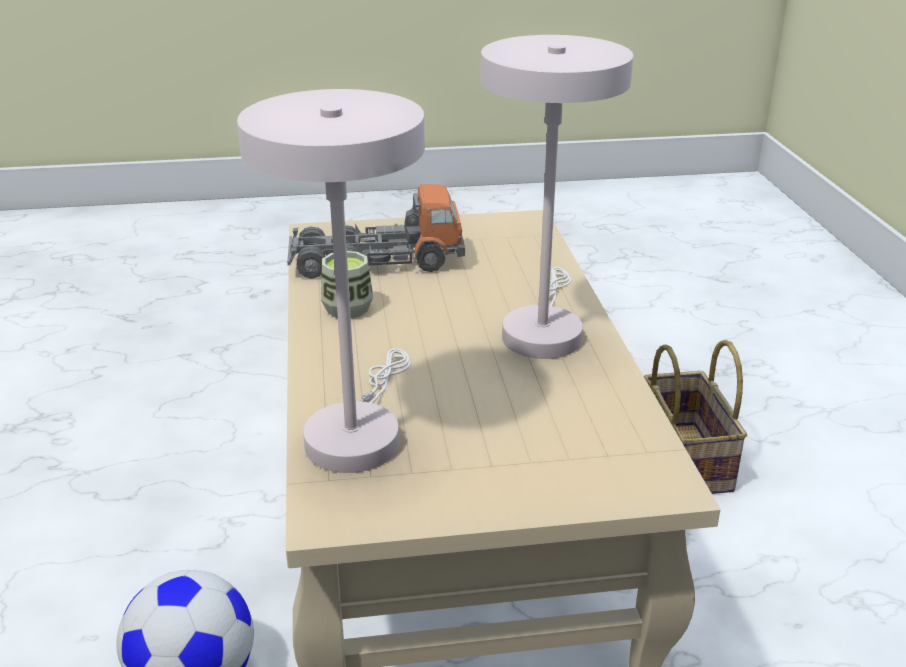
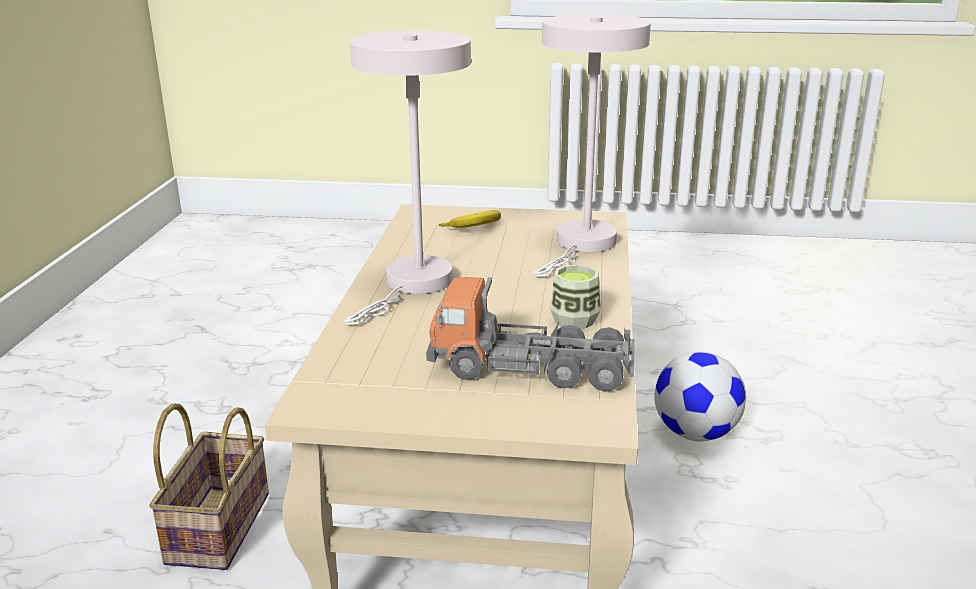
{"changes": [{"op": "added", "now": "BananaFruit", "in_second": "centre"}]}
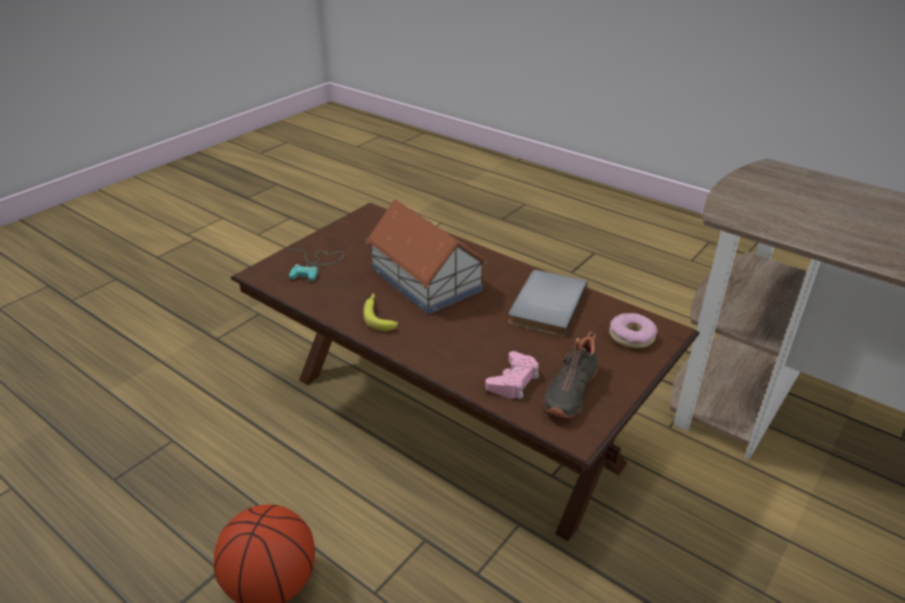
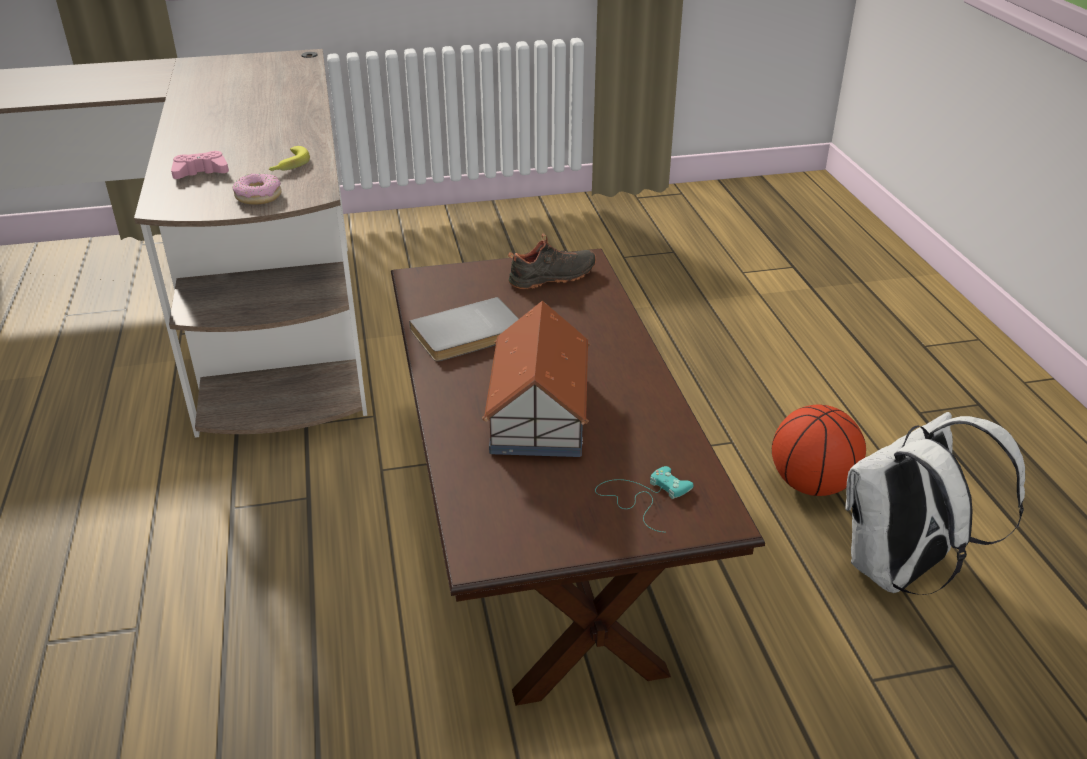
{"changes": [{"op": "moved", "was": "BananaFruit", "in_first": "centre", "in_second": "top left"}, {"op": "moved", "was": "Donut", "in_first": "middle right", "in_second": "top left"}, {"op": "moved", "was": "PinkishJoypad", "in_first": "centre", "in_second": "top left"}, {"op": "added", "now": "WhiteRucksack", "in_second": "middle right"}]}
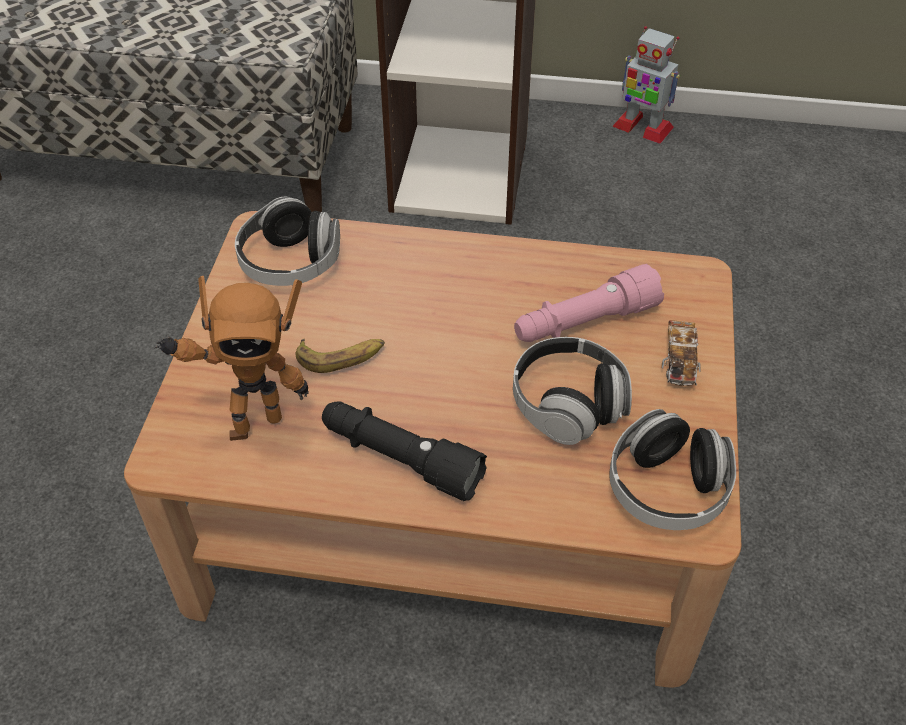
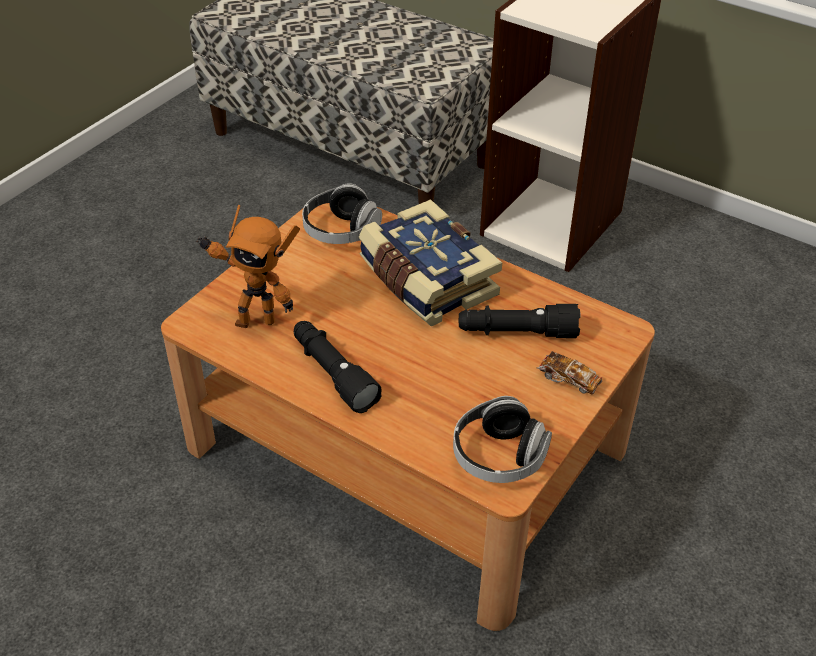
{"changes": [{"op": "removed", "was": "ToyRobot (2nd from left)", "in_first": "top right"}, {"op": "recoloured", "was": "PinkishHandTorch", "now": "BlackishHandTorch (2nd from left)", "in_first": "centre", "in_second": "centre"}, {"op": "turned", "was": "MiniatureCar", "in_first": "middle right", "in_second": "middle right", "clockwise": 90}, {"op": "removed", "was": "Headset (2nd from left)", "in_first": "centre"}, {"op": "removed", "was": "BananaFruit", "in_first": "centre"}, {"op": "added", "now": "Book", "in_second": "centre"}]}
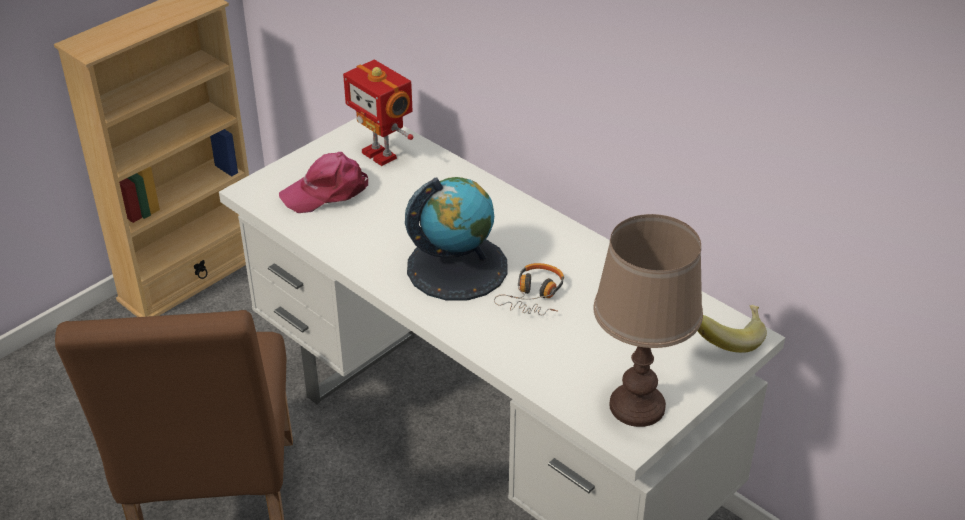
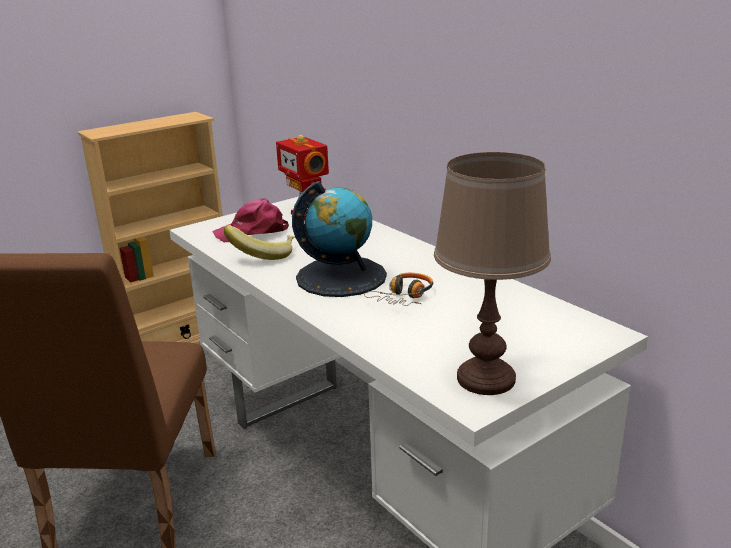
{"changes": [{"op": "moved", "was": "BananaFruit", "in_first": "middle right", "in_second": "centre"}]}
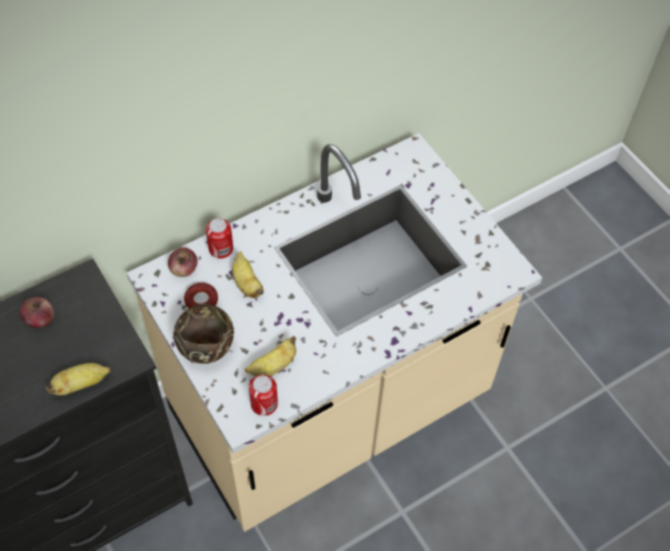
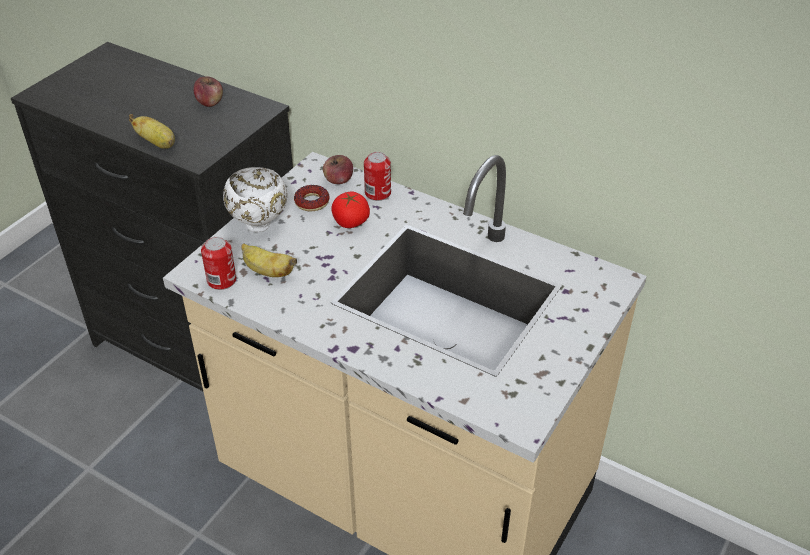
{"changes": [{"op": "replaced", "was": "BananaFruit (2nd from left)", "now": "WholeTomato", "in_first": "centre", "in_second": "centre"}, {"op": "recoloured", "was": "BrownServingBowl", "now": "WhiteServingBowl", "in_first": "middle left", "in_second": "middle left"}]}
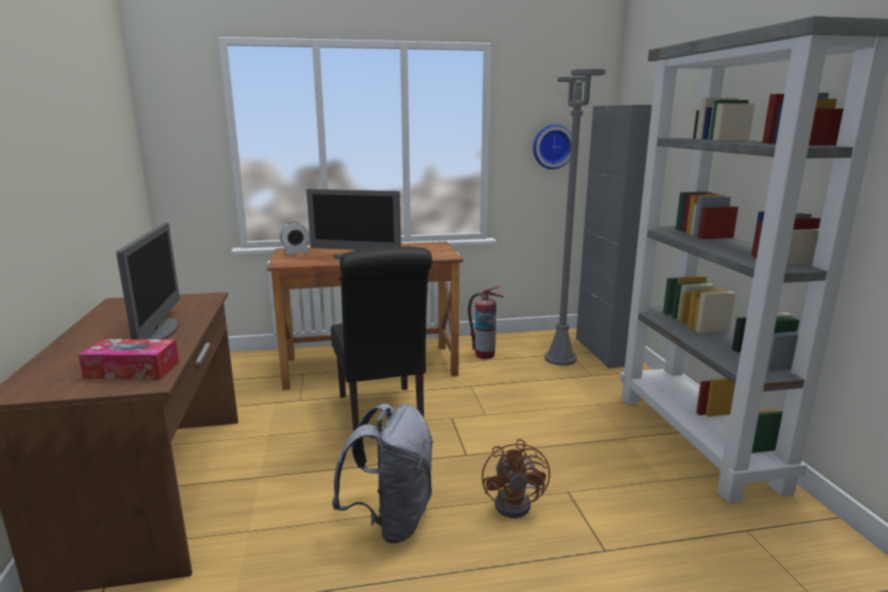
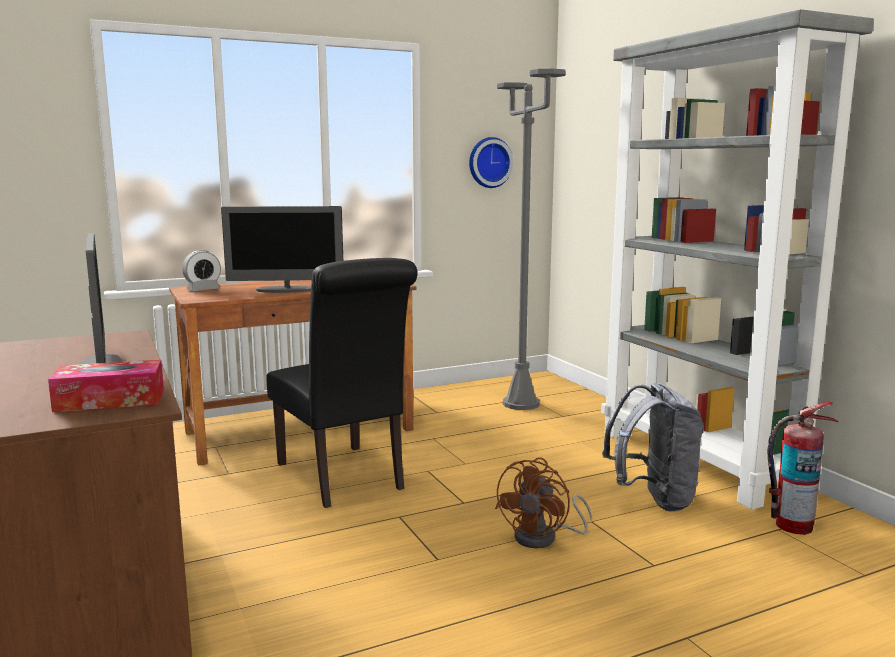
{"changes": [{"op": "removed", "was": "GrayCupboard", "in_first": "middle right"}, {"op": "moved", "was": "FireFightingCylinder", "in_first": "centre", "in_second": "bottom right"}, {"op": "moved", "was": "GrayRucksack", "in_first": "bottom centre", "in_second": "bottom right"}, {"op": "turned", "was": "BrownElectricFan", "in_first": "bottom centre", "in_second": "bottom centre", "clockwise": 45}]}
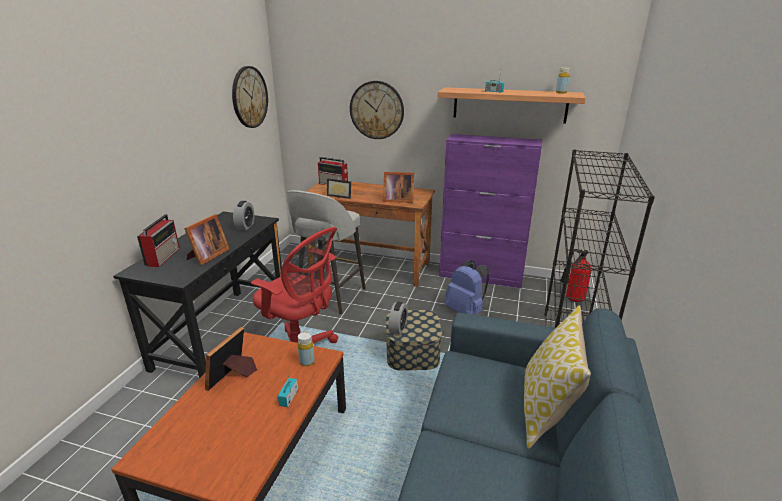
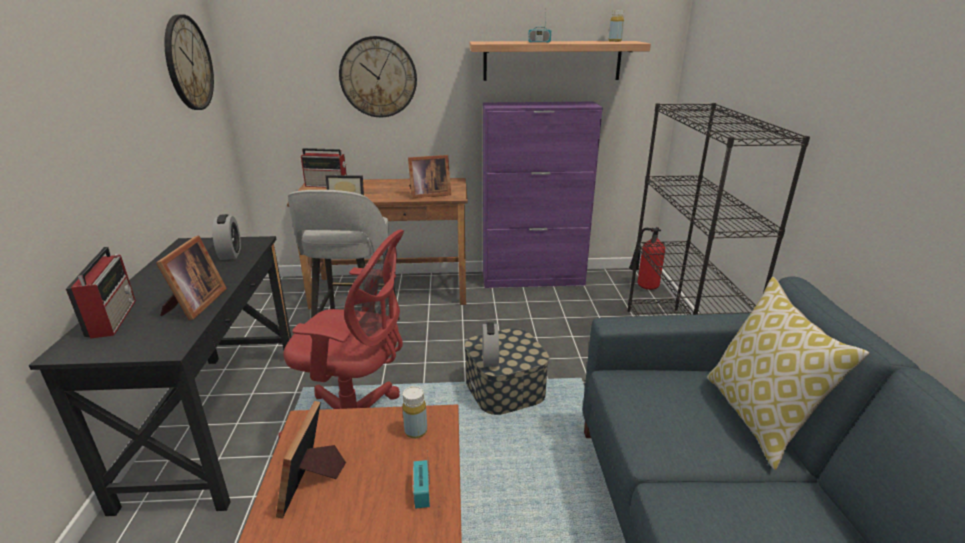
{"changes": [{"op": "removed", "was": "BlueColouredRucksack", "in_first": "centre"}]}
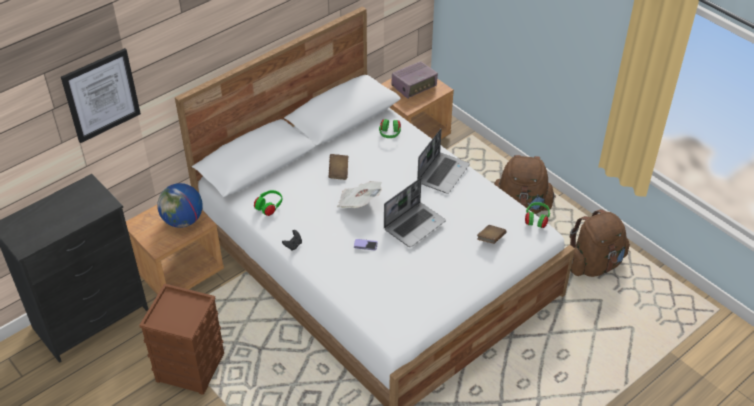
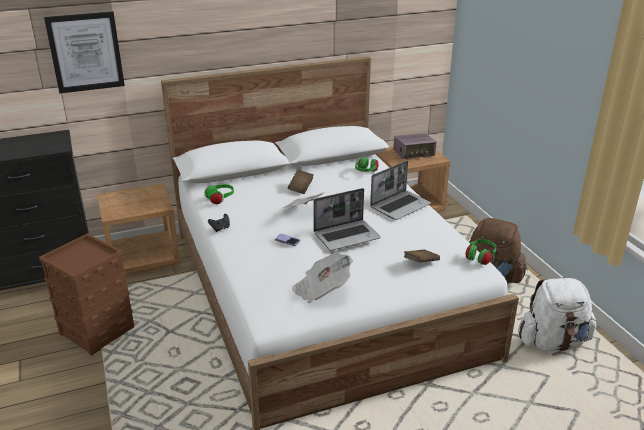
{"changes": [{"op": "removed", "was": "WorldGlobe", "in_first": "middle left"}, {"op": "recoloured", "was": "BrownRucksack (2nd from left)", "now": "WhiteRucksack", "in_first": "middle right", "in_second": "bottom right"}, {"op": "added", "now": "PrintedPaper (2nd from left)", "in_second": "centre"}]}
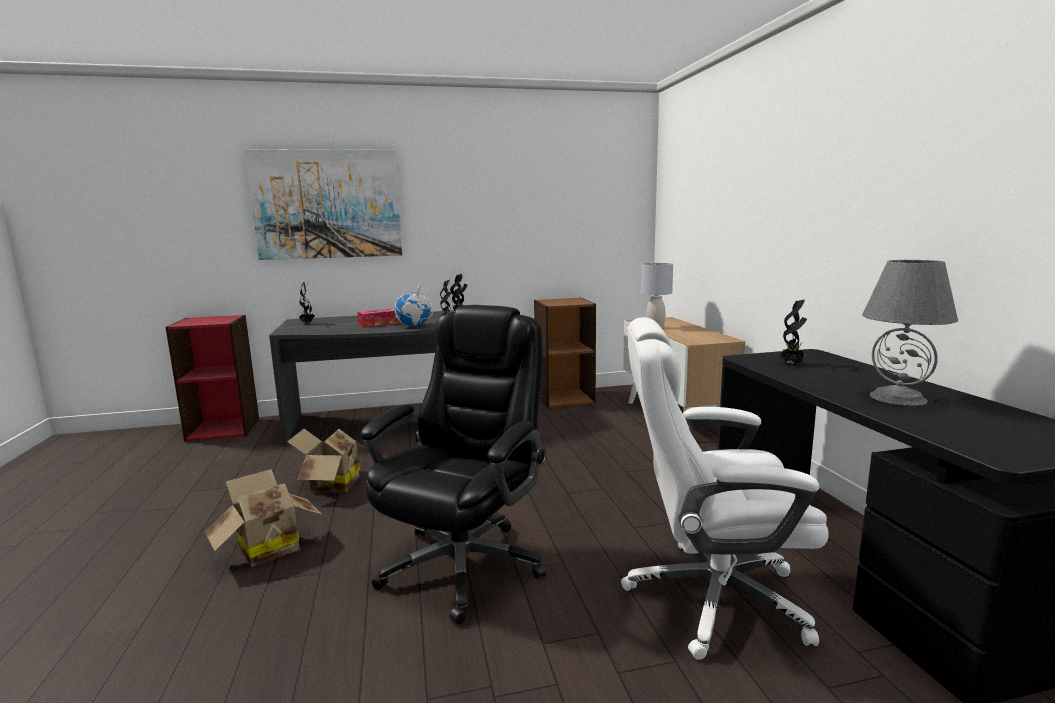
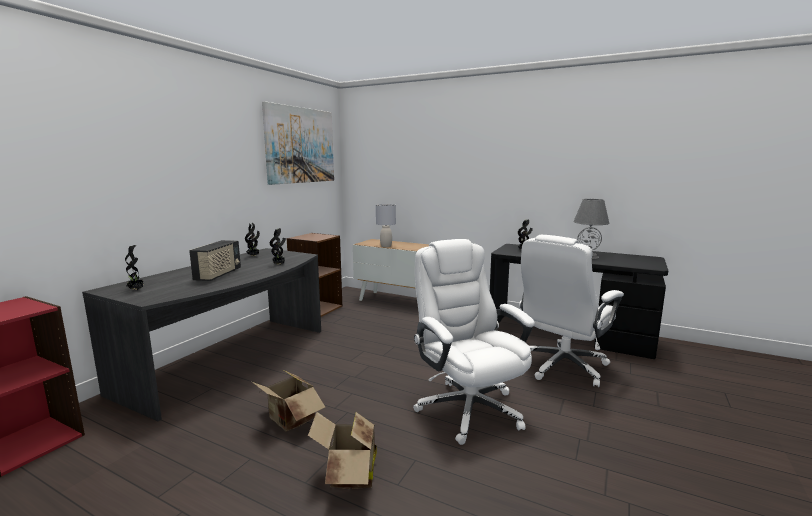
{"changes": [{"op": "moved", "was": "WallArt", "in_first": "top left", "in_second": "top centre"}, {"op": "removed", "was": "WorldGlobe", "in_first": "centre"}, {"op": "recoloured", "was": "BlackishComputerChair", "now": "WhiteComputerChair (1st from left)", "in_first": "centre", "in_second": "centre"}, {"op": "replaced", "was": "BoxOfTissues", "now": "Radio", "in_first": "centre", "in_second": "middle left"}]}
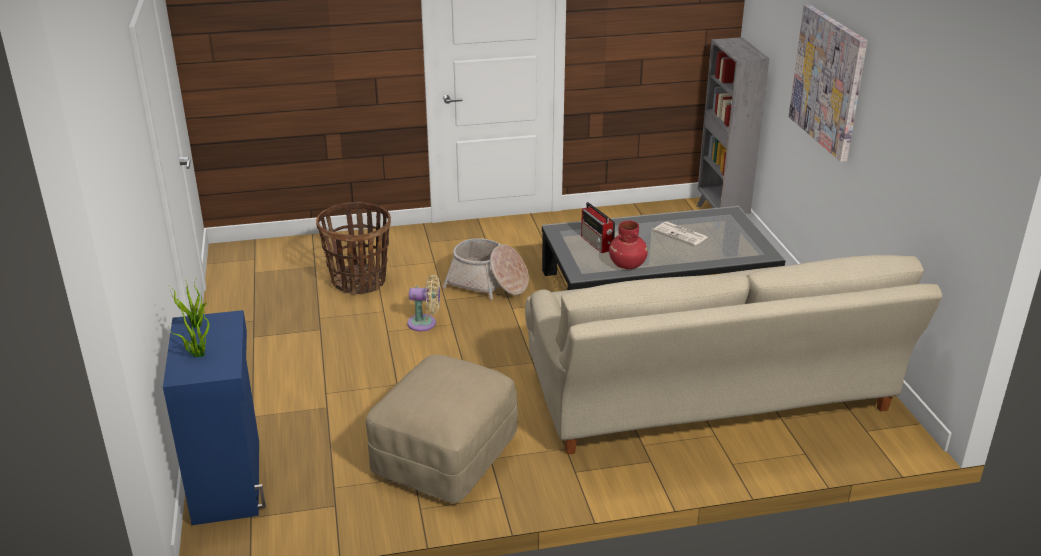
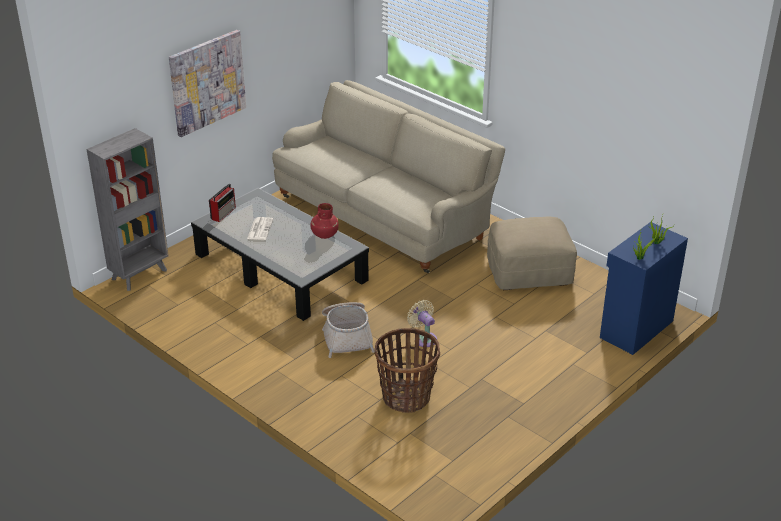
{"changes": [{"op": "moved", "was": "Radio", "in_first": "centre", "in_second": "middle left"}]}
